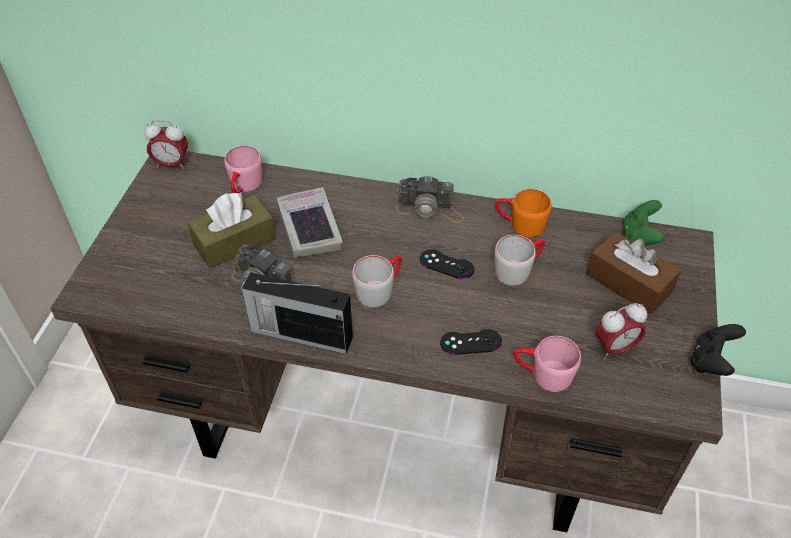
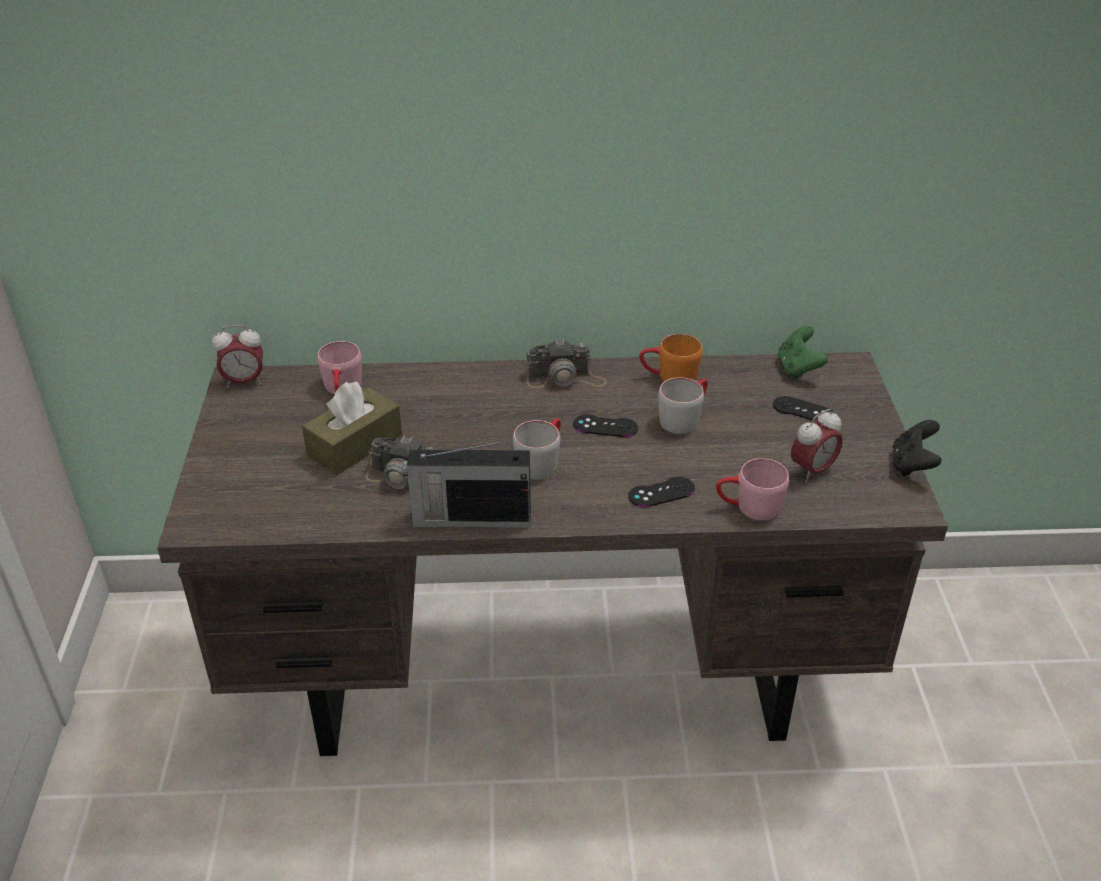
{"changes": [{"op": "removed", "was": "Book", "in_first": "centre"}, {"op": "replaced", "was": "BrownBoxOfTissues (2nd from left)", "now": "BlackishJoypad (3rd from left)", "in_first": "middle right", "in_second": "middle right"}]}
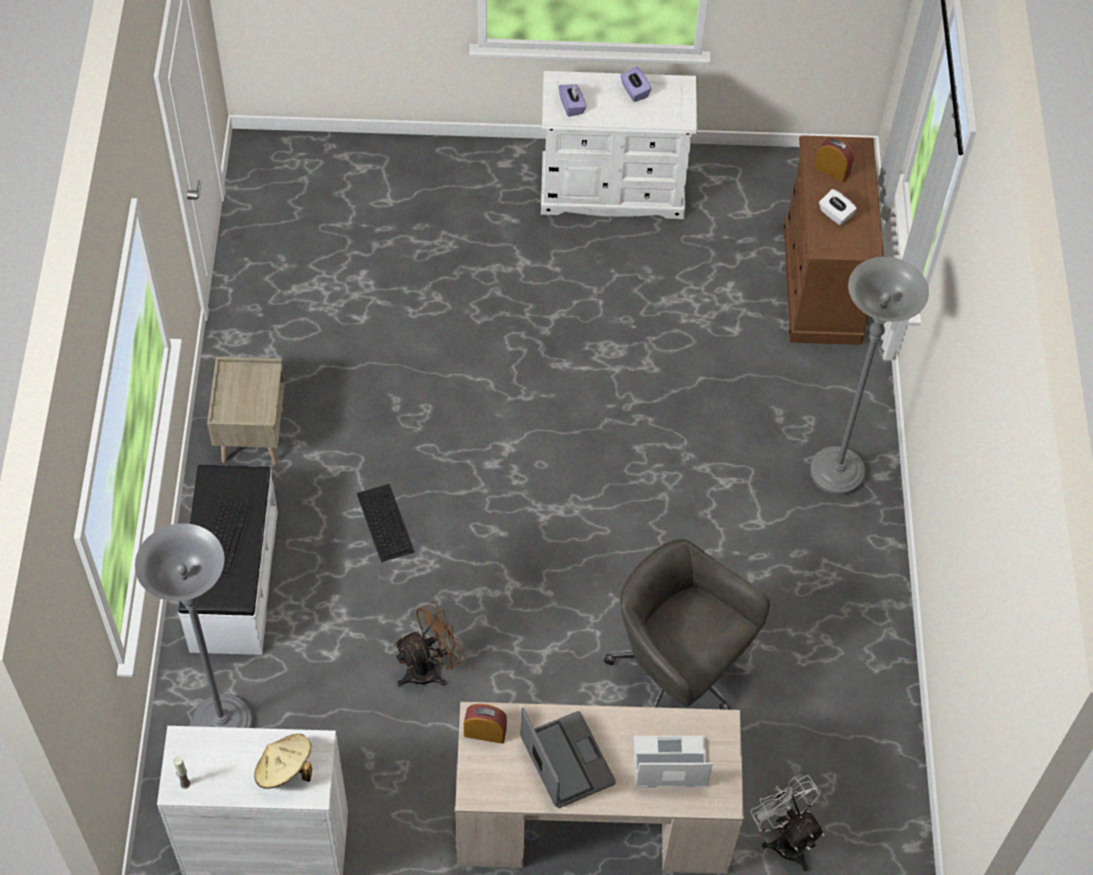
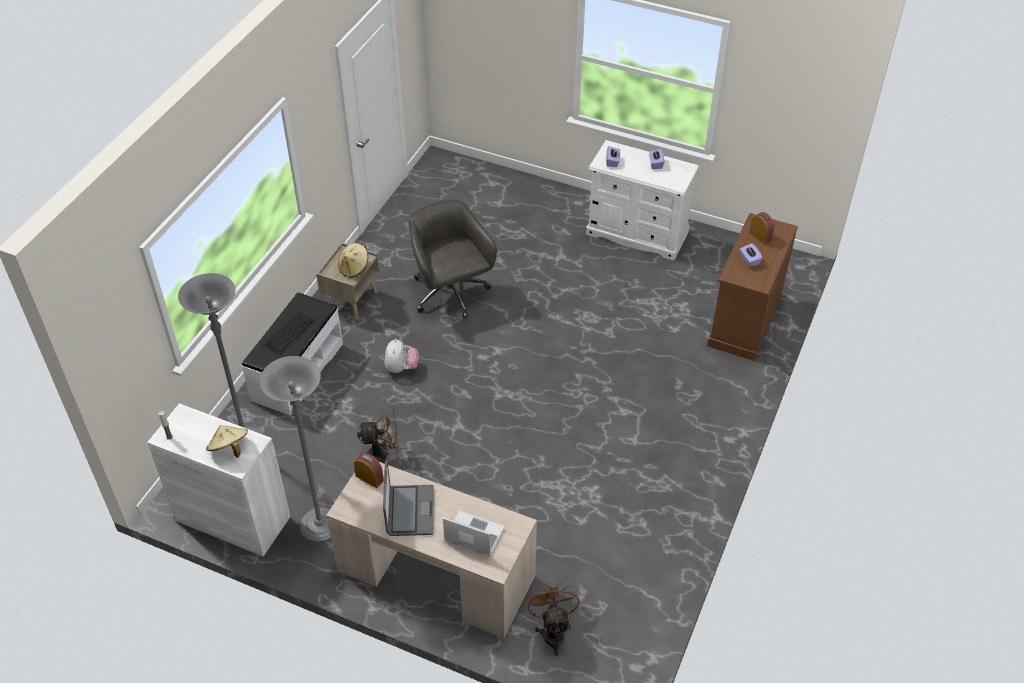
{"changes": [{"op": "recoloured", "was": "WhiteBoxOfTissues", "now": "PurpleBoxOfTissues (3rd from left)", "in_first": "top right", "in_second": "middle right"}, {"op": "moved", "was": "GrayFloorLamp (2nd from left)", "in_first": "middle right", "in_second": "middle left"}, {"op": "replaced", "was": "Keyboard (2nd from left)", "now": "CuddlyToy", "in_first": "centre", "in_second": "centre"}, {"op": "moved", "was": "GrayComputerChair", "in_first": "bottom centre", "in_second": "centre"}, {"op": "recoloured", "was": "WhiteElectricFan", "now": "BrownElectricFan (2nd from left)", "in_first": "bottom right", "in_second": "bottom centre"}, {"op": "added", "now": "BeigeColouredWearableHat (2nd from left)", "in_second": "centre"}]}
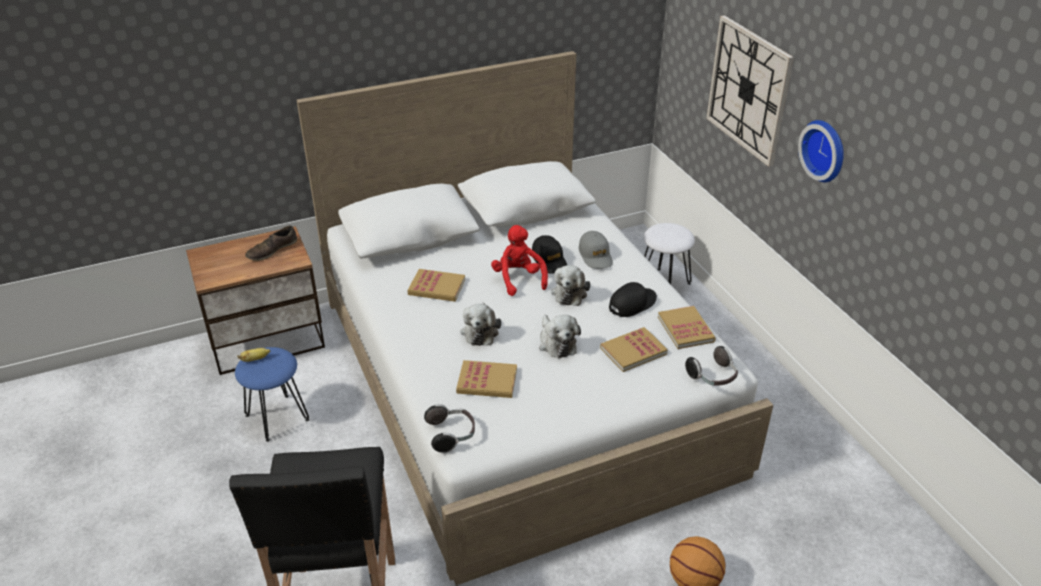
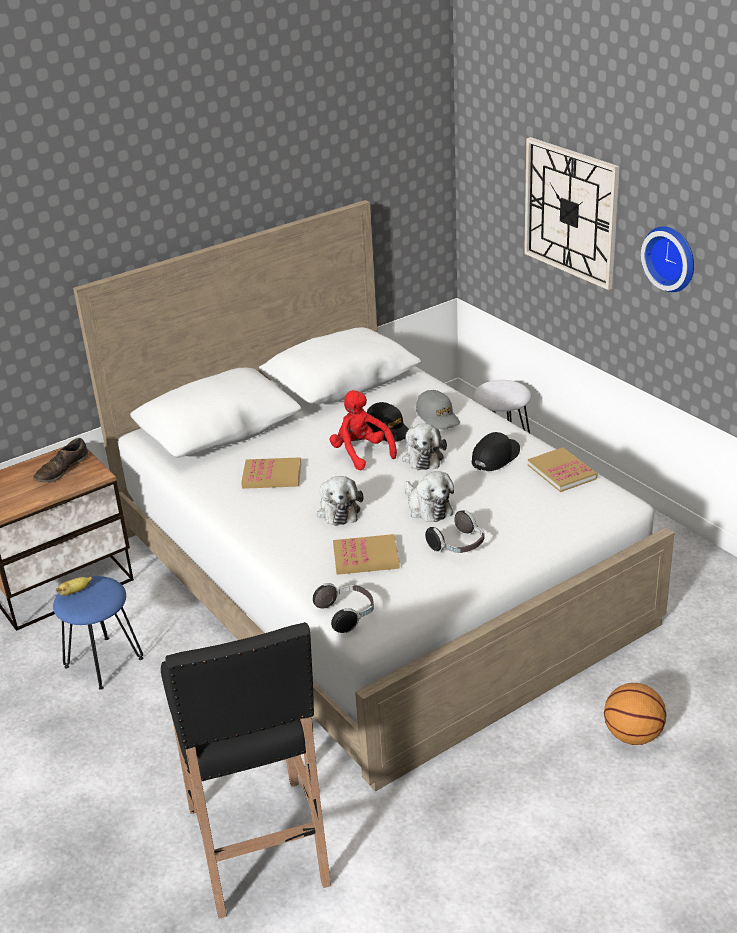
{"changes": [{"op": "removed", "was": "Book (3rd from left)", "in_first": "centre"}, {"op": "moved", "was": "Headset (2nd from left)", "in_first": "middle right", "in_second": "centre"}]}
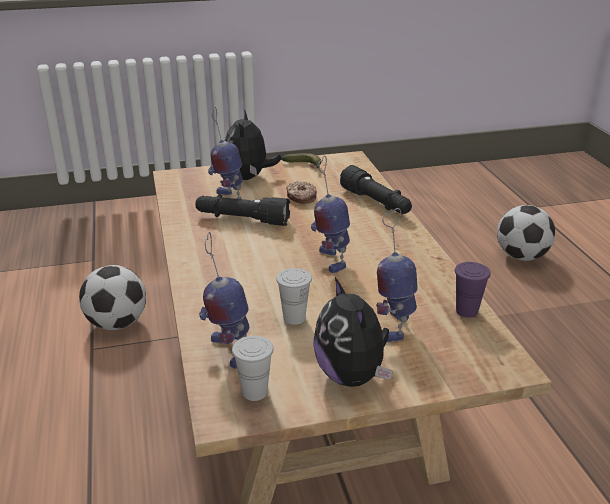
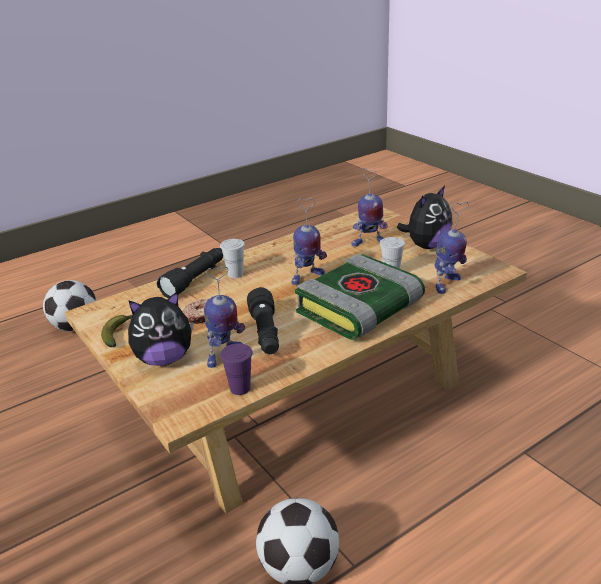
{"changes": [{"op": "moved", "was": "PurpleDrinkingCup", "in_first": "middle right", "in_second": "centre"}, {"op": "moved", "was": "WhiteDrinkingCup (1st from left)", "in_first": "bottom centre", "in_second": "centre"}, {"op": "added", "now": "Book", "in_second": "centre"}]}
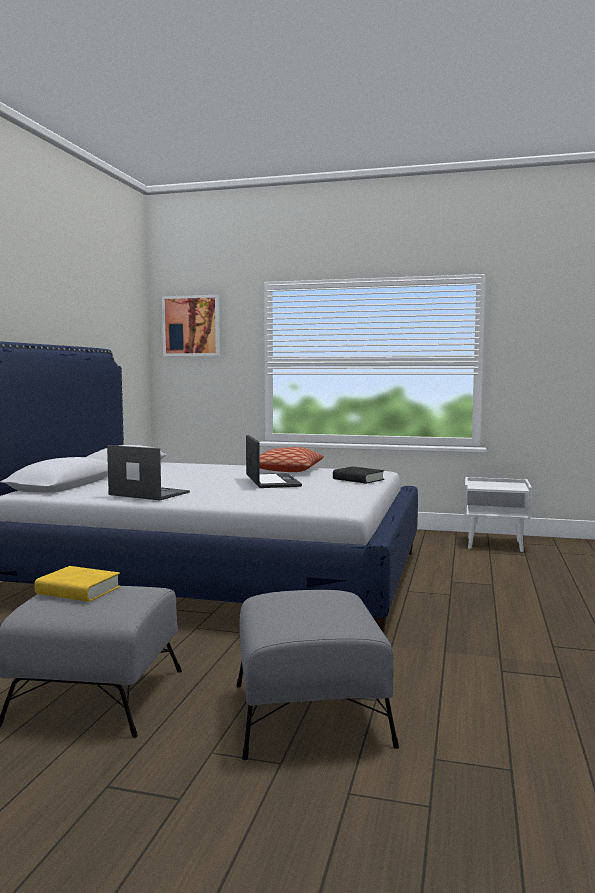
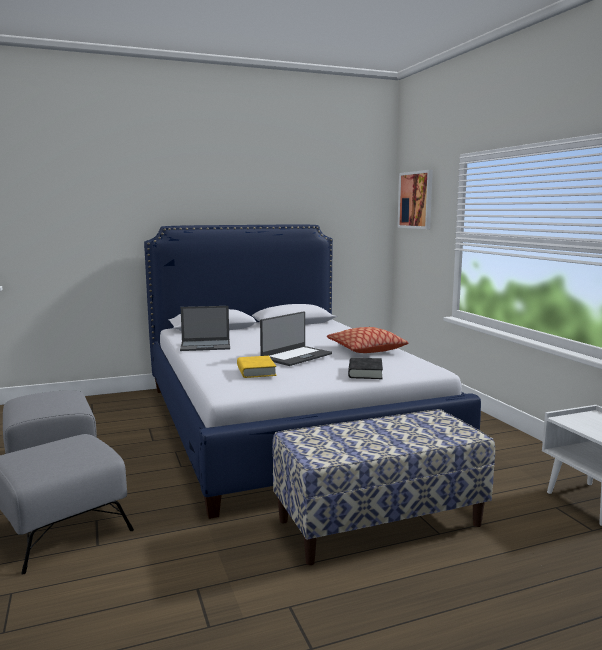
{"changes": [{"op": "turned", "was": "NotebookComputer (1st from left)", "in_first": "middle left", "in_second": "centre", "clockwise": 90}, {"op": "moved", "was": "YellowBook", "in_first": "middle left", "in_second": "centre"}, {"op": "added", "now": "Bench", "in_second": "bottom centre"}]}
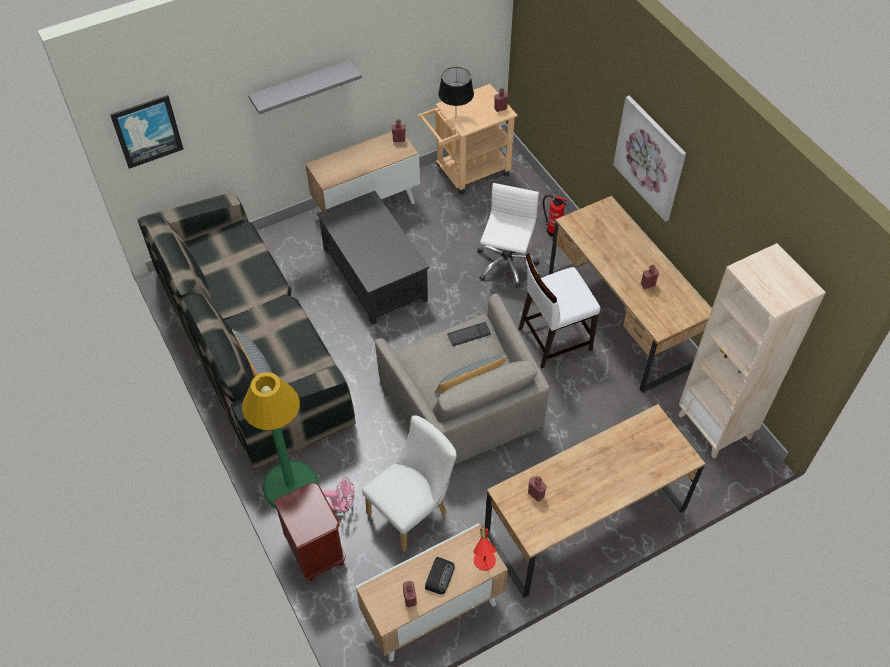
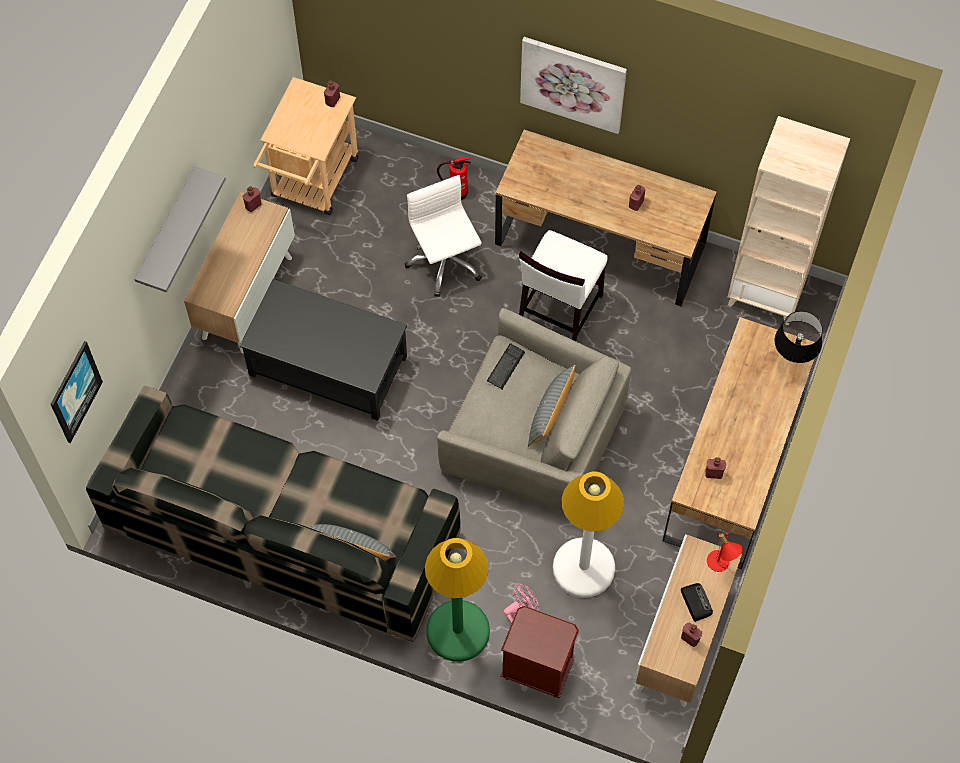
{"changes": [{"op": "moved", "was": "BlackishTableLamp", "in_first": "top centre", "in_second": "middle right"}, {"op": "replaced", "was": "WhiteChair (1st from left)", "now": "WhiteFloorLamp", "in_first": "bottom centre", "in_second": "bottom centre"}]}
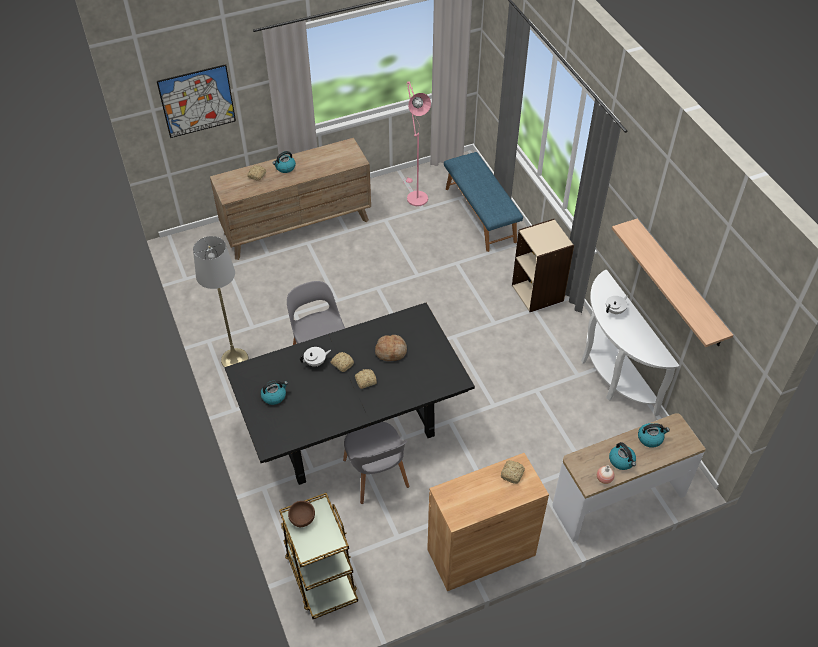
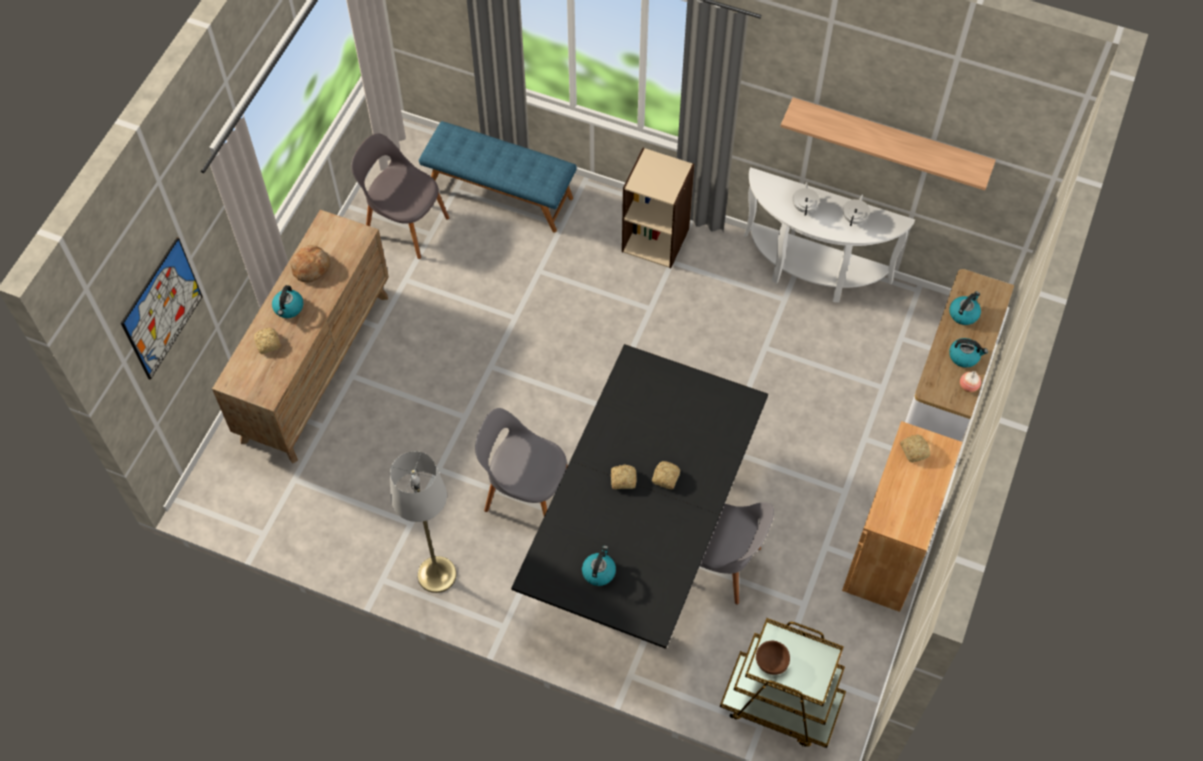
{"changes": [{"op": "replaced", "was": "PinkishFloorLamp", "now": "GrayChair (1st from left)", "in_first": "top centre", "in_second": "top left"}, {"op": "moved", "was": "BakeryBread (4th from left in the first image)", "now": "BakeryBread (2nd from left)", "in_first": "centre", "in_second": "middle left"}, {"op": "moved", "was": "WhitePotForTea (1st from left in the first image)", "now": "WhitePotForTea (2nd from left)", "in_first": "centre", "in_second": "top right"}]}
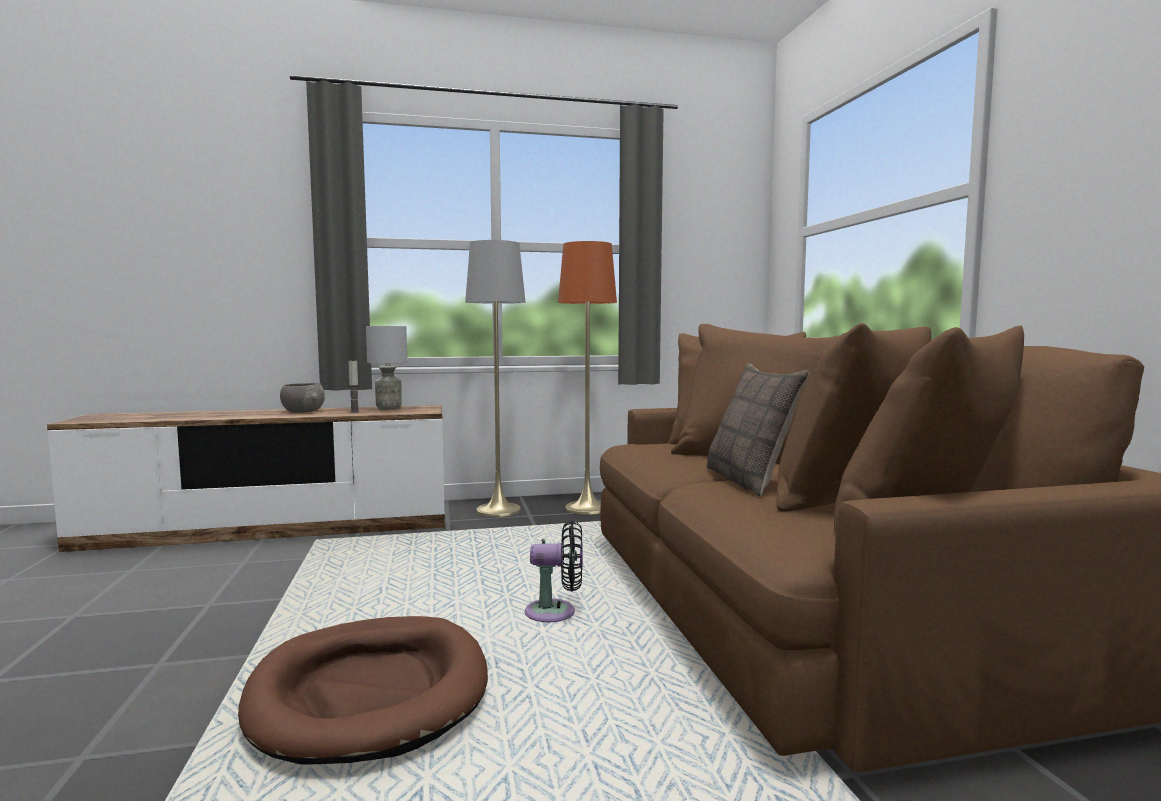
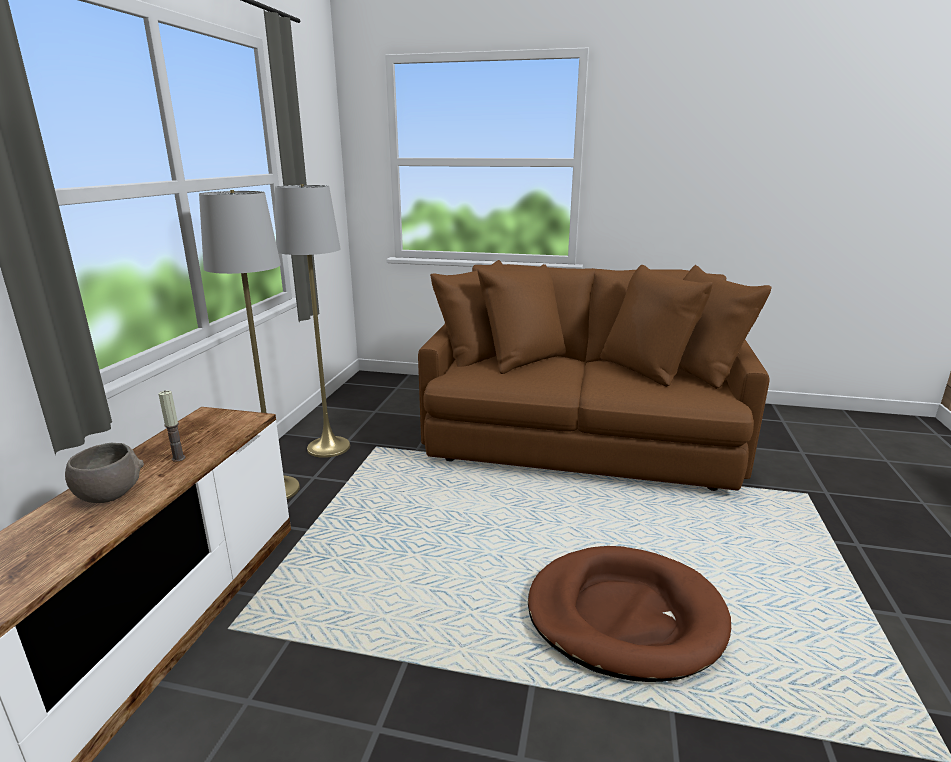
{"changes": [{"op": "recoloured", "was": "OrangeFloorLamp", "now": "GrayFloorLamp (2nd from left)", "in_first": "centre", "in_second": "middle left"}, {"op": "removed", "was": "GrayTableLamp", "in_first": "middle left"}, {"op": "removed", "was": "Cushion", "in_first": "centre"}, {"op": "removed", "was": "BlackishElectricFan", "in_first": "bottom centre"}]}
